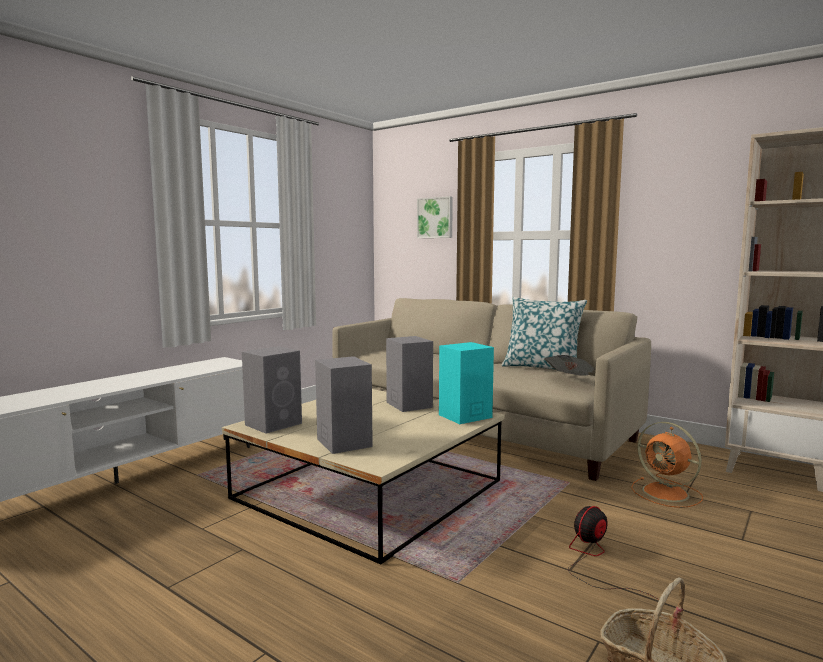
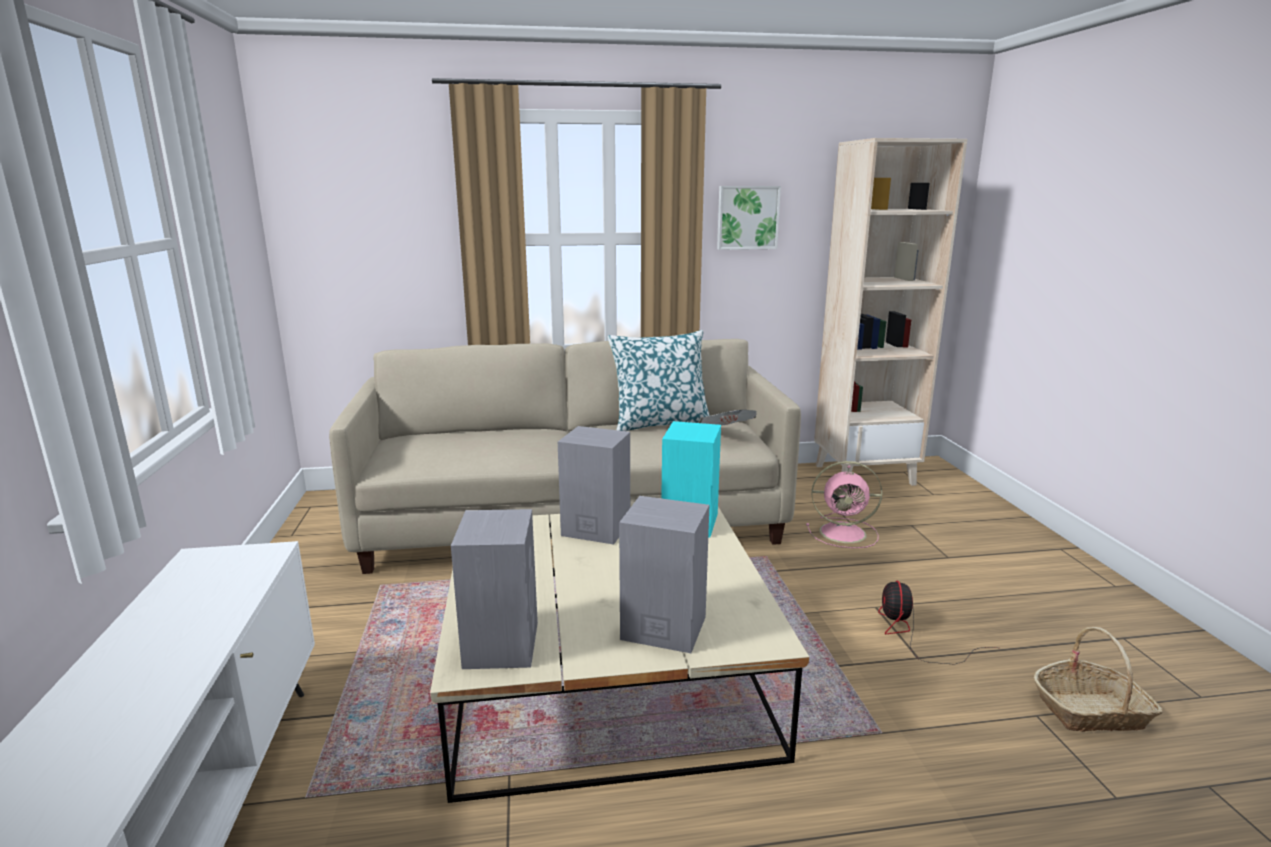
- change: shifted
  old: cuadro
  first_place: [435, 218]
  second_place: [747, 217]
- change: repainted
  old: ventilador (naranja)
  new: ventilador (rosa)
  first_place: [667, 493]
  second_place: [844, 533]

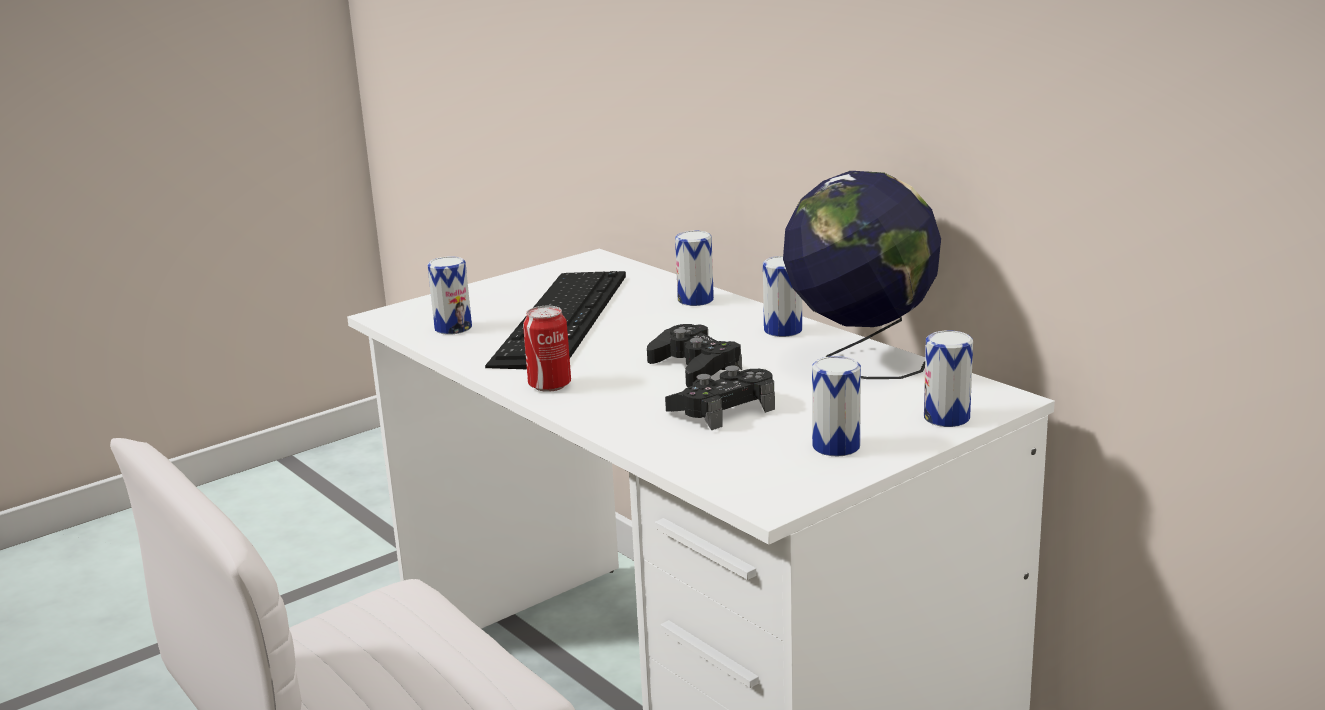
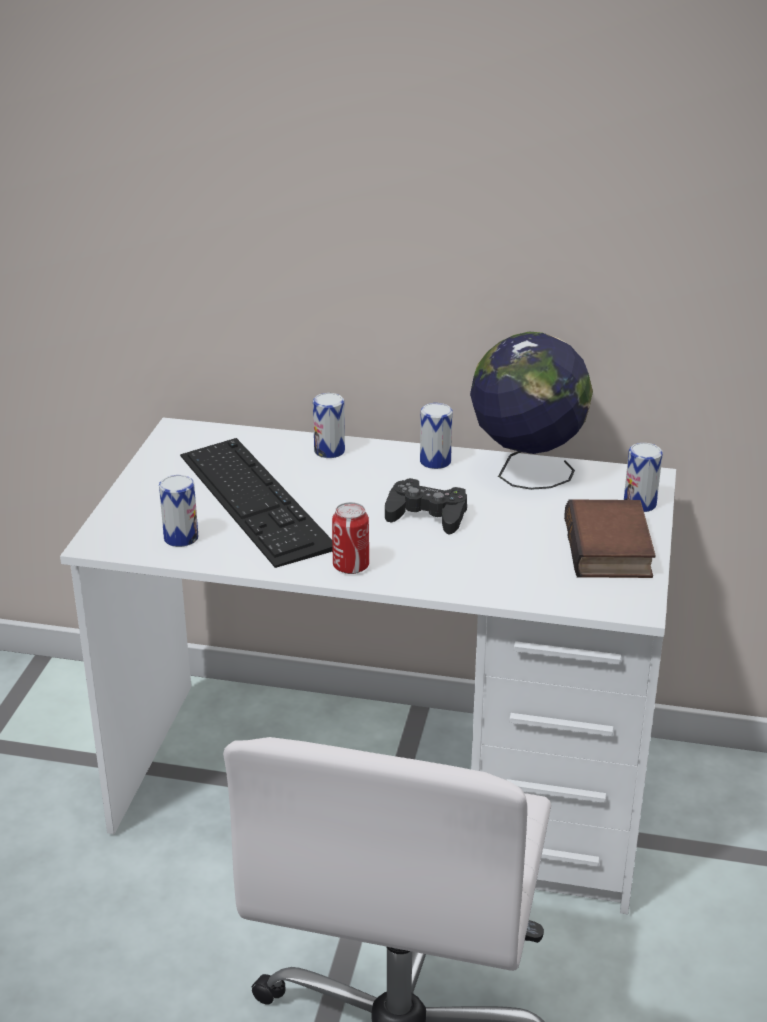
- change: swapped
  old: lata
  new: libro
  first_place: [836, 446]
  second_place: [611, 550]
- change: gone
  old: mando de consola (negro)
  first_place: [723, 410]

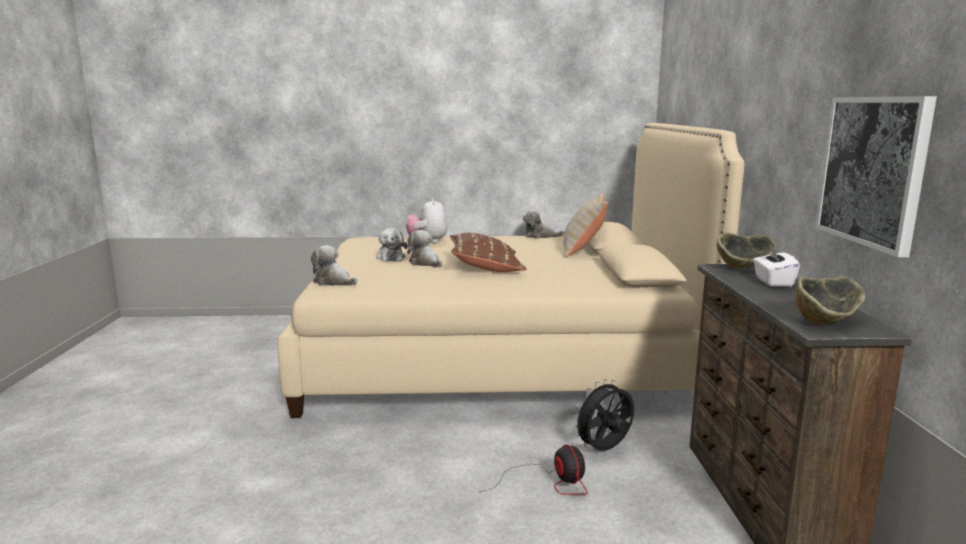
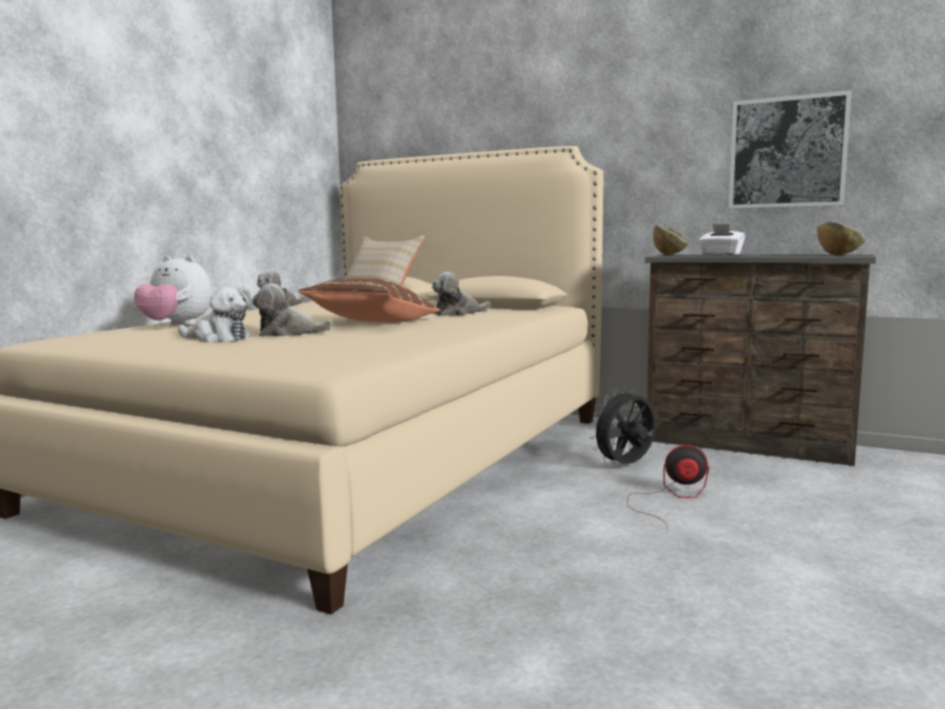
- change: shifted
  old: peluche
  first_place: [334, 282]
  second_place: [458, 313]
- change: rotated
  old: ventilador (negro)
  first_place: [604, 450]
  second_place: [625, 466]
  degrees: 60

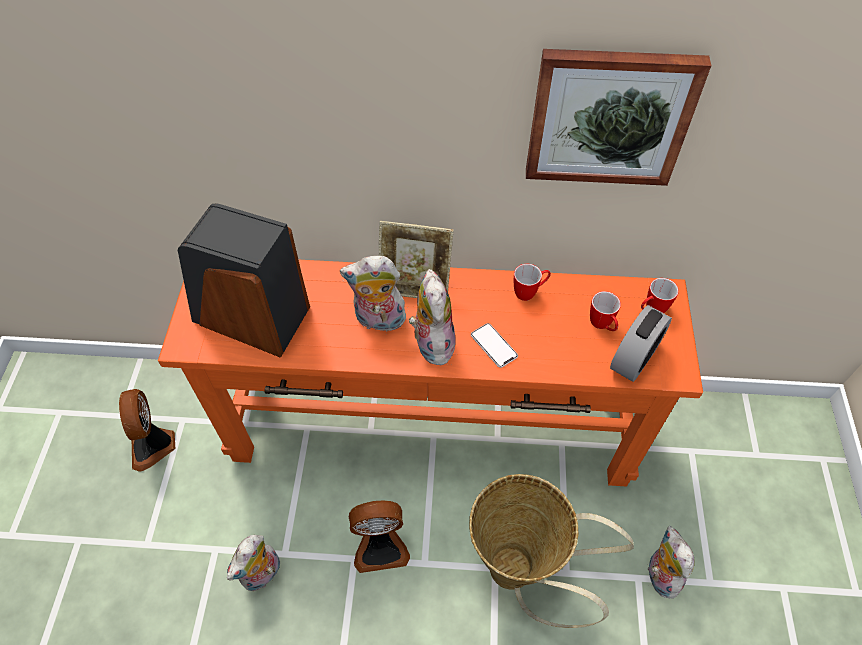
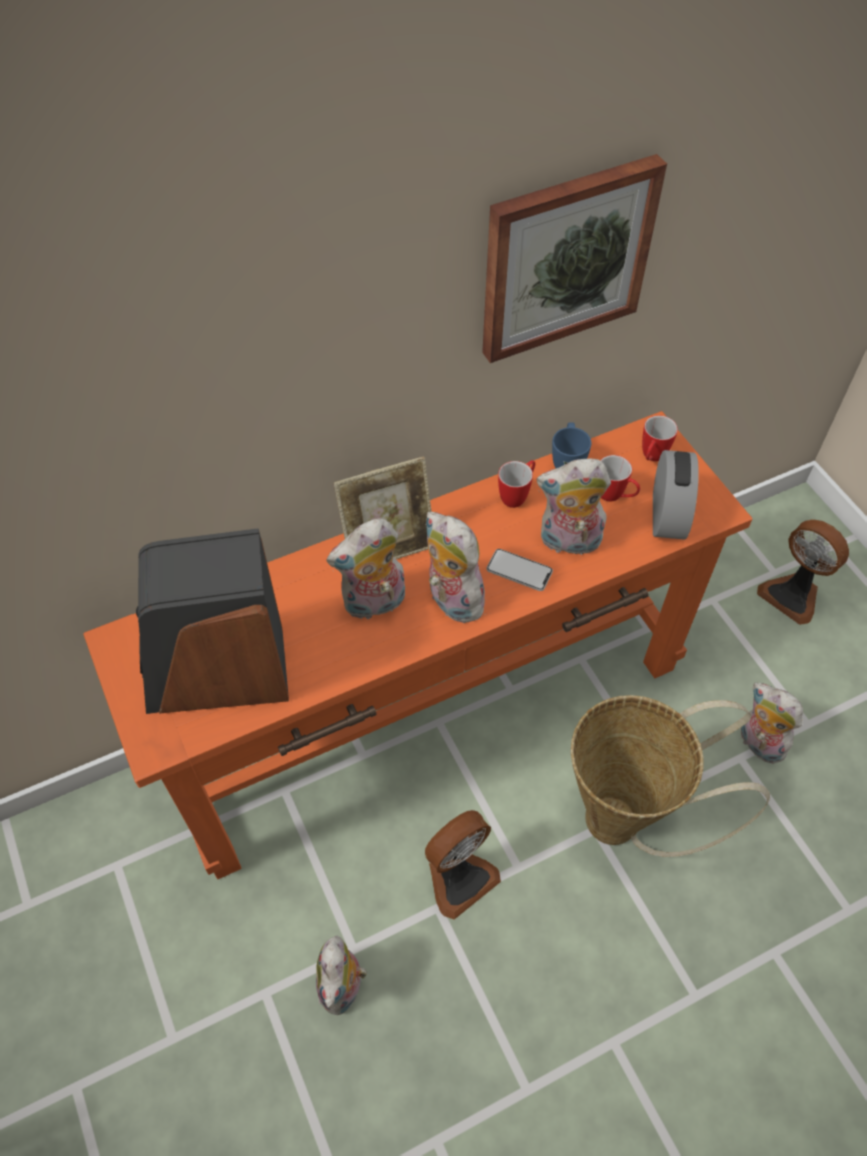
- change: new
  new: peluche
  second_place: [568, 542]
- change: new
  new: taza grande (azul)
  second_place: [567, 461]
- change: shifted
  old: ventilador
  first_place: [154, 445]
  second_place: [792, 595]

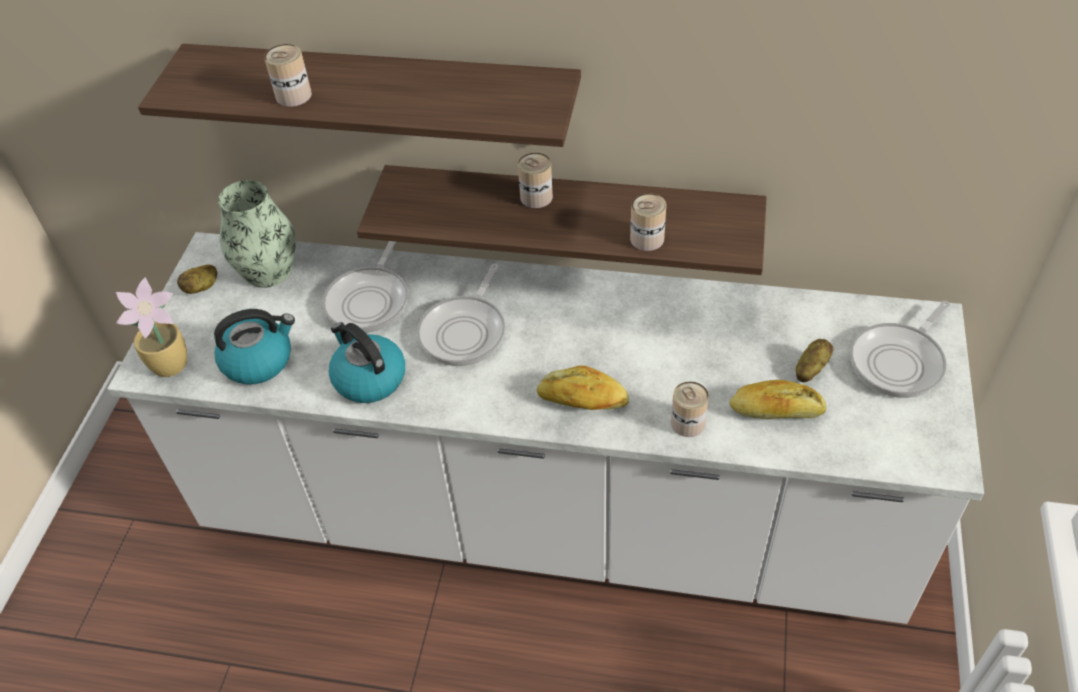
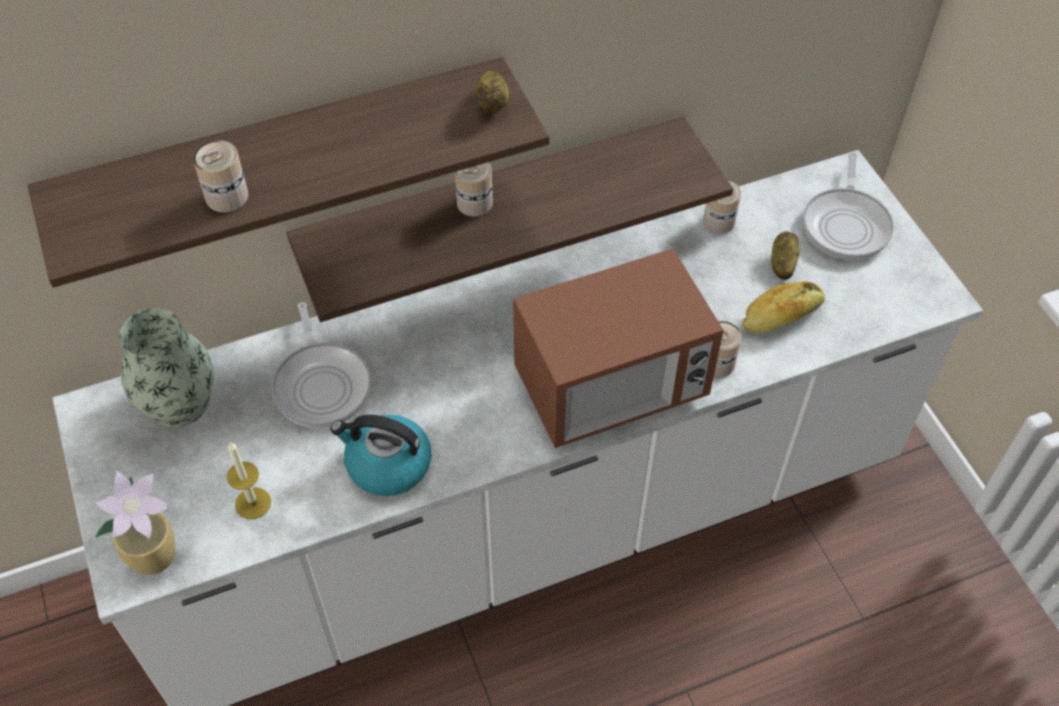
- change: swapped
  old: hervidor
  new: vela
  first_place: [259, 360]
  second_place: [253, 503]
- change: shifted
  old: patata
  first_place: [202, 287]
  second_place: [493, 103]
- change: swapped
  old: pan
  new: microondas
  first_place: [582, 400]
  second_place: [611, 386]
- change: shifted
  old: lata
  first_place: [647, 239]
  second_place: [719, 221]
- change: gone
  old: sartén
  first_place: [465, 331]

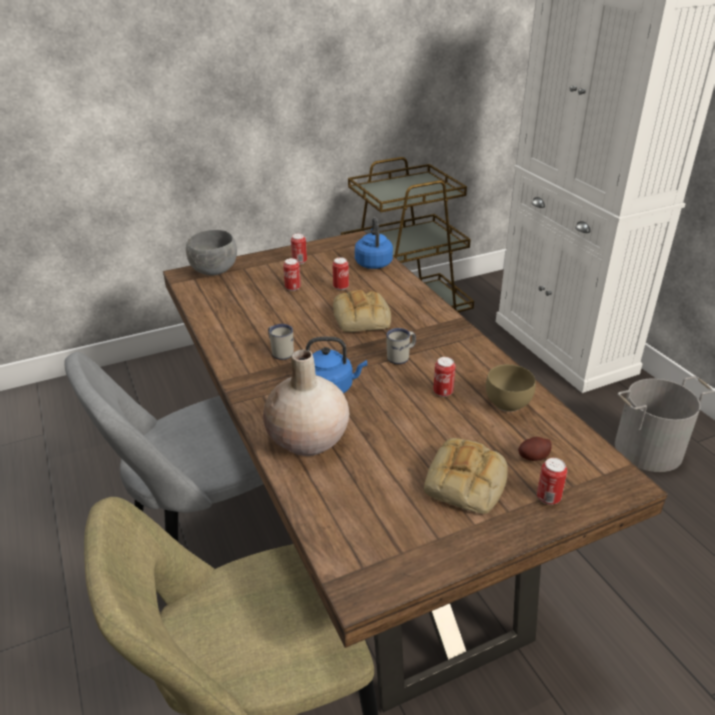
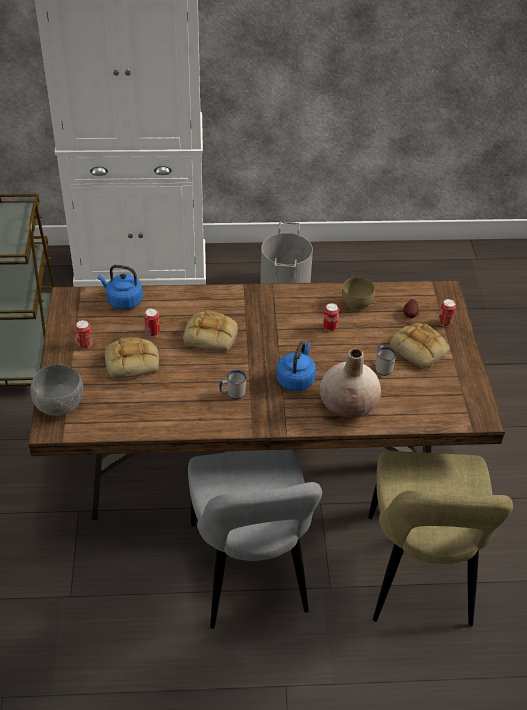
- change: swapped
  old: lata
  new: pan
  first_place: [293, 288]
  second_place: [133, 361]
- change: shifted
  old: taza grande (blanco)
  first_place: [401, 357]
  second_place: [383, 367]

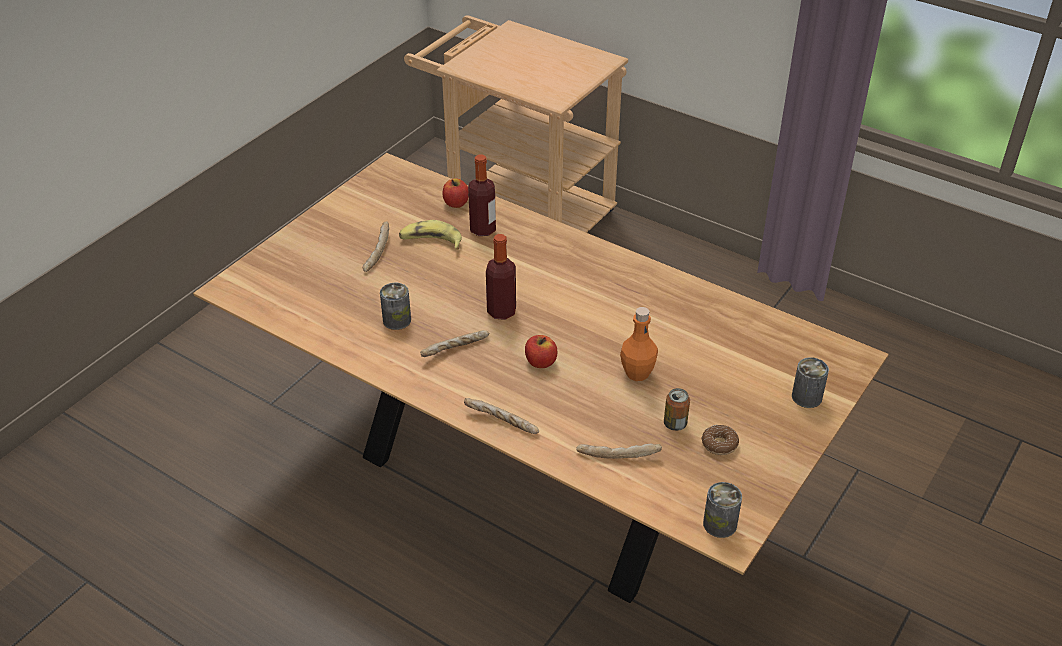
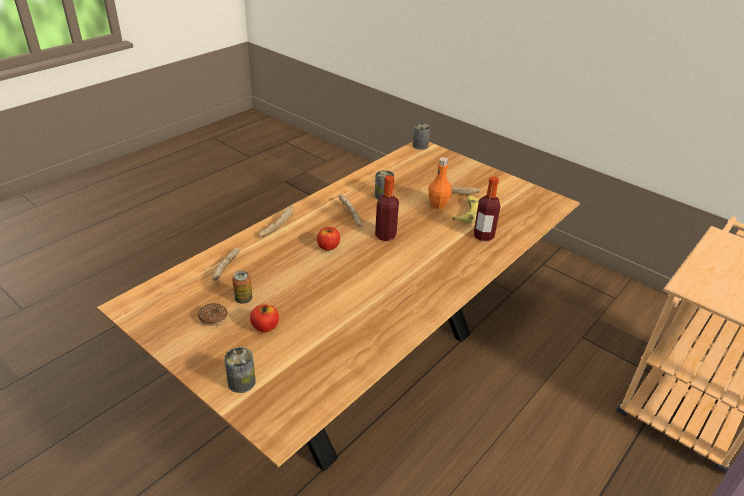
- change: shifted
  old: manzana
  first_place: [456, 203]
  second_place: [265, 327]
- change: shifted
  old: lata
  first_place: [720, 524]
  second_place: [420, 146]
- change: shifted
  old: botella (naranja)
  first_place: [637, 373]
  second_place: [438, 205]

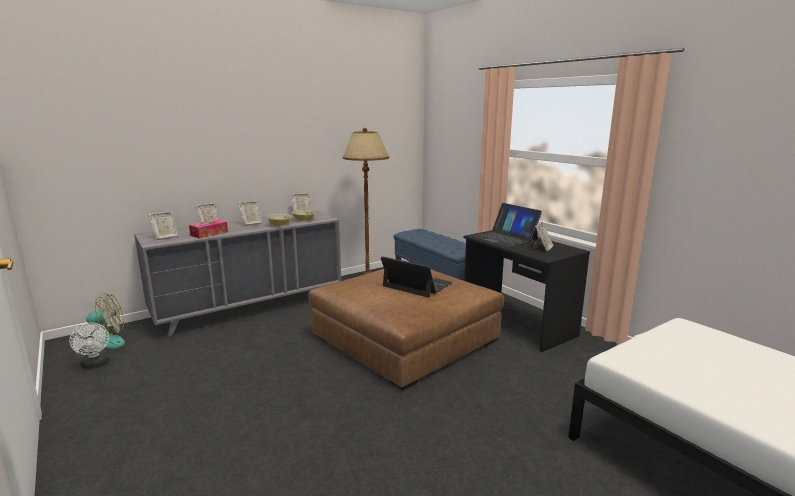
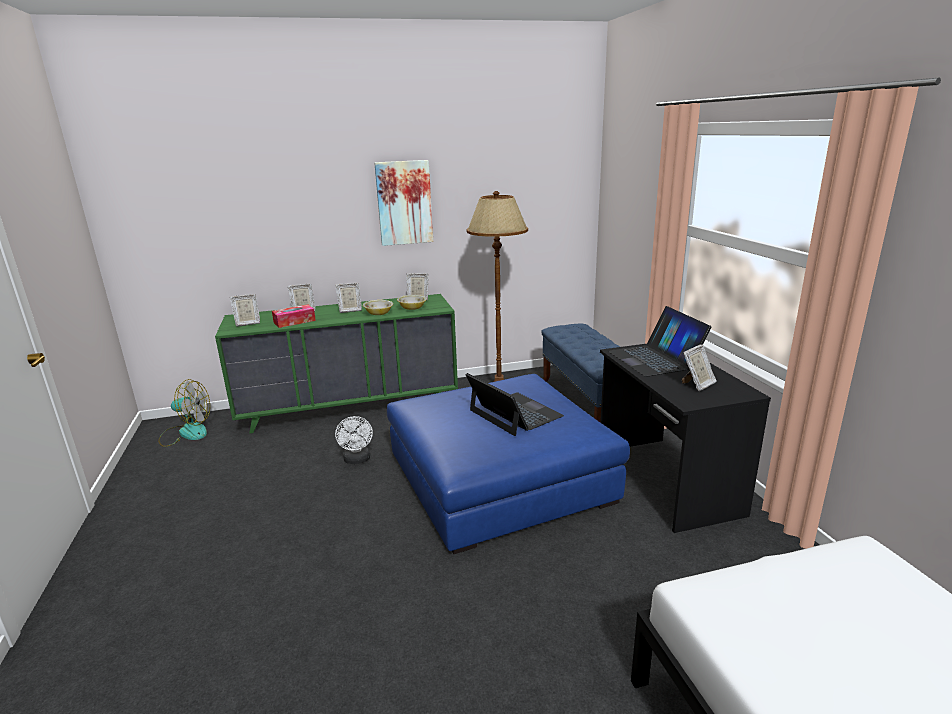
- change: repainted
  old: cómoda (gris)
  new: cómoda (verde)
  first_place: [251, 307]
  second_place: [350, 407]
- change: shifted
  old: ventilador (blanco)
  first_place: [95, 364]
  second_place: [357, 460]
- change: new
  new: cuadro
  second_place: [404, 203]
- change: repainted
  old: puf (marrón)
  new: puf (azul)
  first_place: [405, 338]
  second_place: [499, 479]

